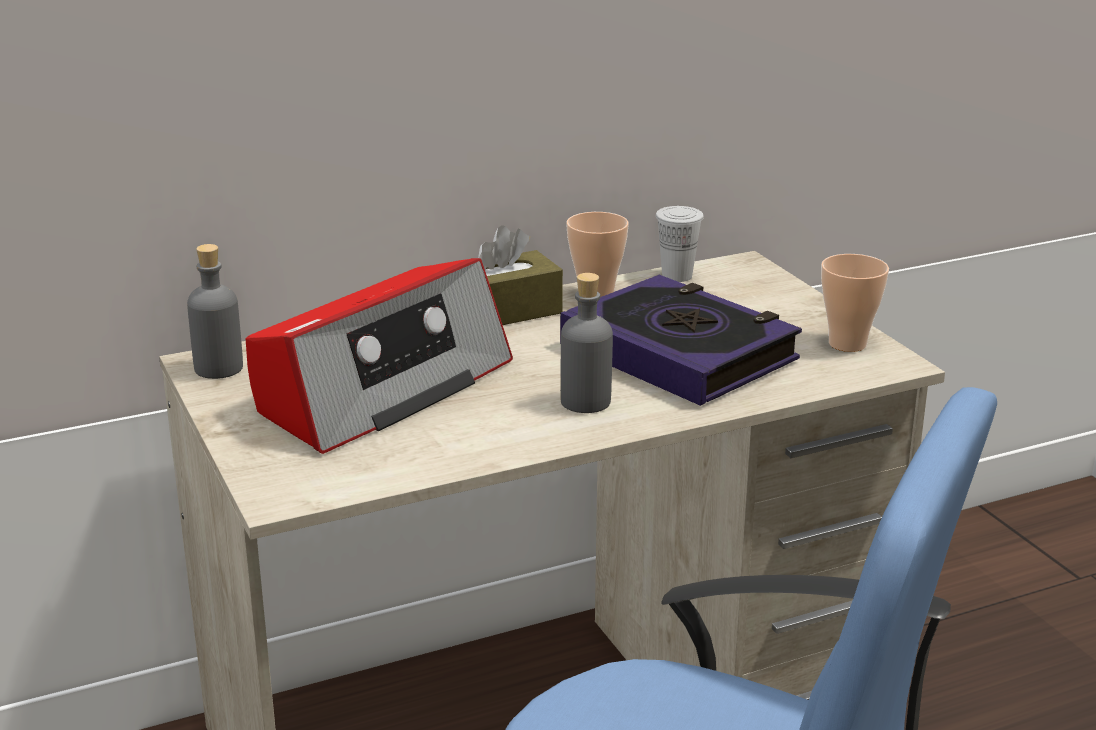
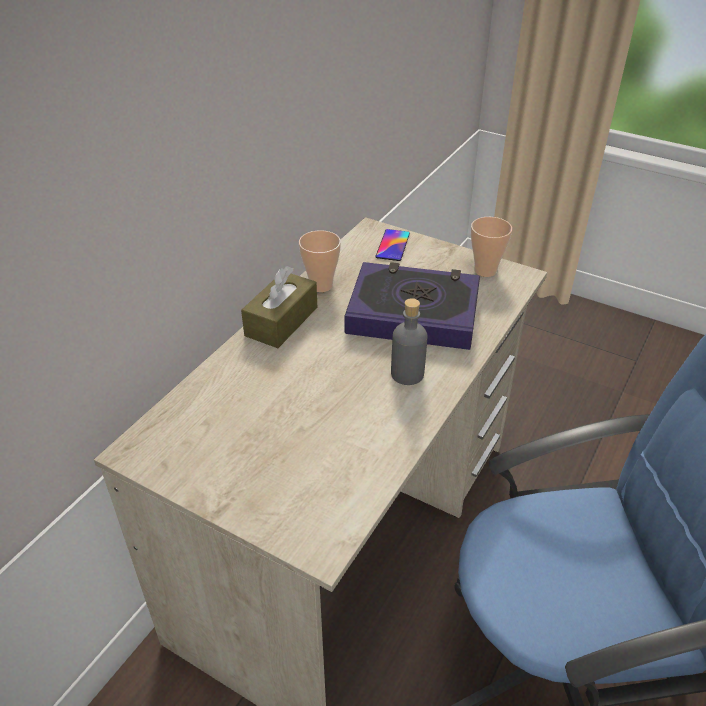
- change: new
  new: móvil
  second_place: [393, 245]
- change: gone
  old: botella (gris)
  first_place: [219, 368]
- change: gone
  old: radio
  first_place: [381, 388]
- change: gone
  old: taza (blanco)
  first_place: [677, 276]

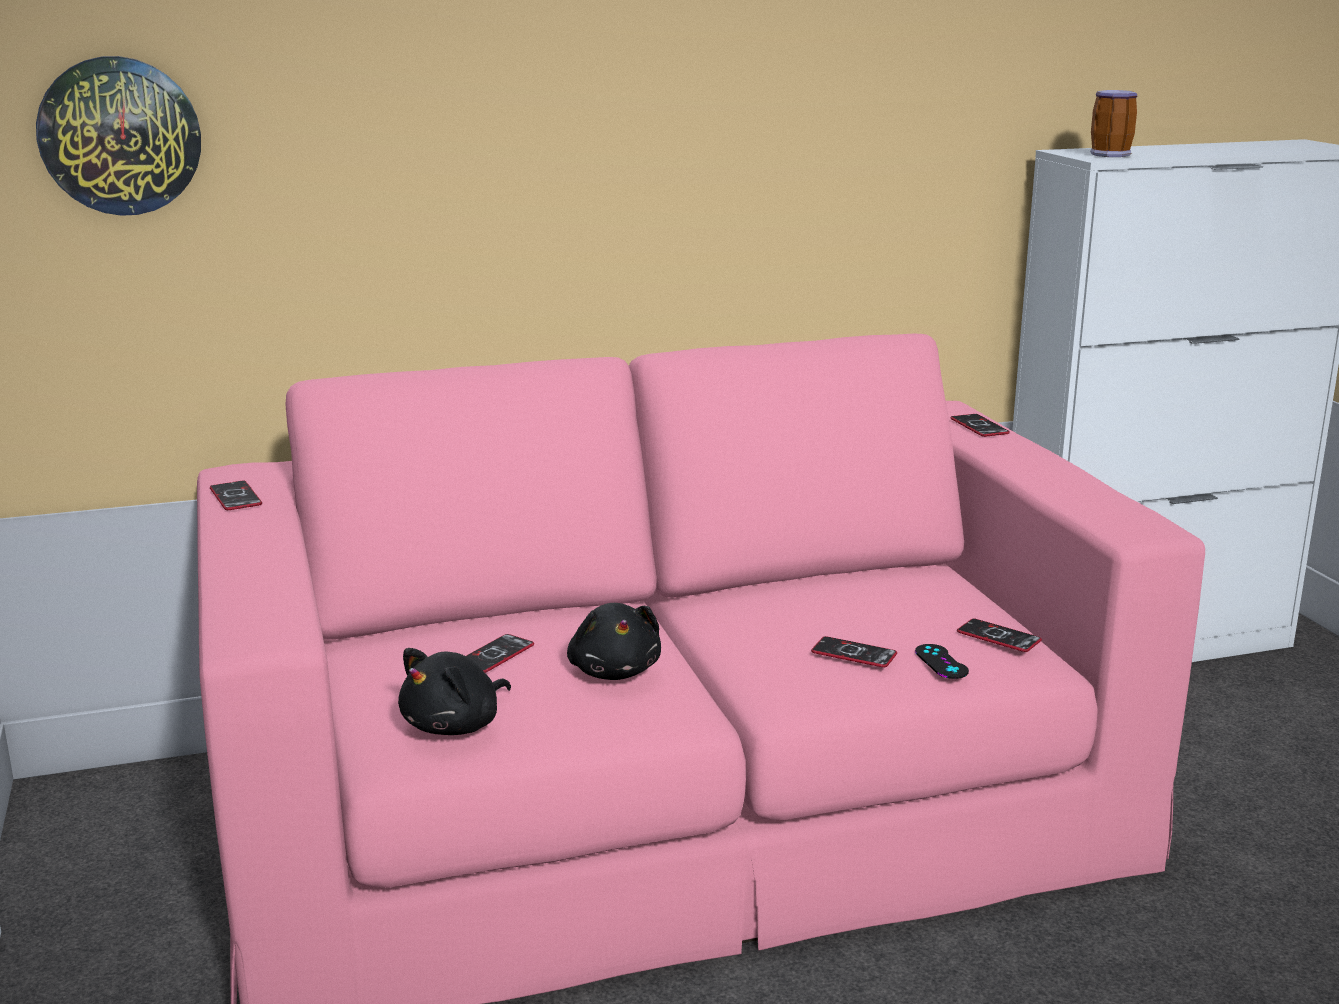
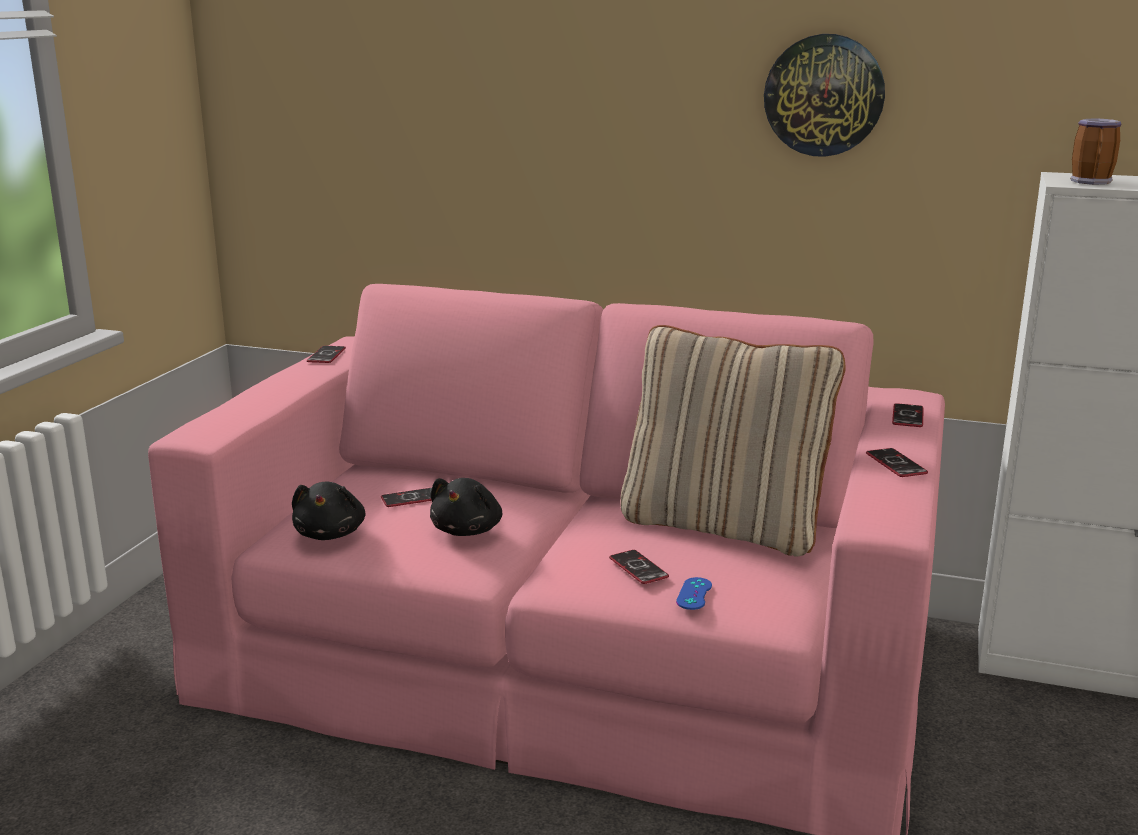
- change: rotated
  old: peluche (negro)
  first_place: [455, 725]
  second_place: [330, 533]
  degrees: -75
- change: new
  new: cojín (beis)
  second_place: [724, 526]
- change: repainted
  old: mando de consola (negro)
  new: mando de consola (azul)
  first_place: [941, 662]
  second_place: [694, 594]
- change: shifted
  old: reloj de pared
  first_place: [120, 136]
  second_place: [824, 95]
- change: shifted
  old: móvil
  first_place: [998, 637]
  second_place: [896, 464]

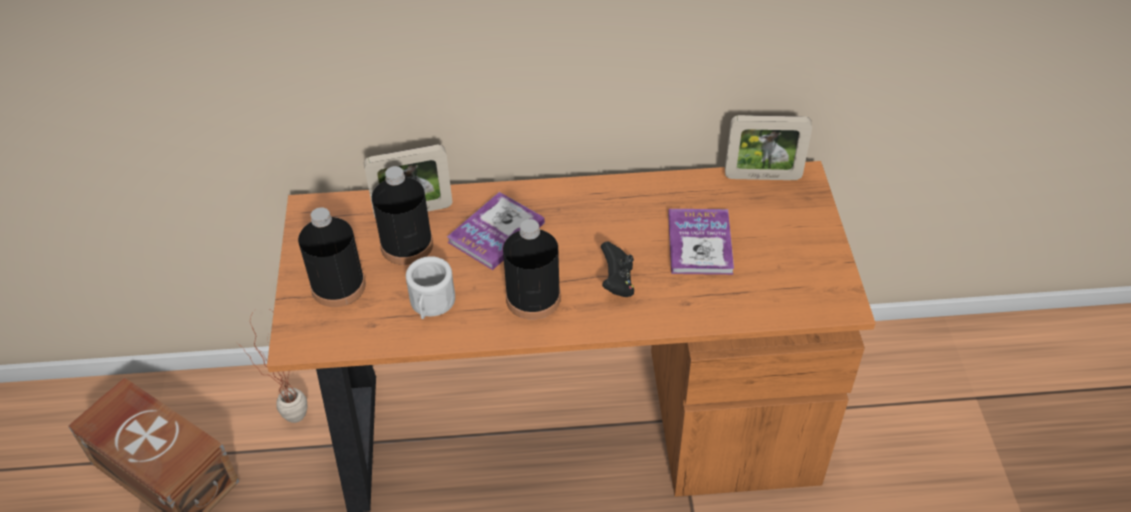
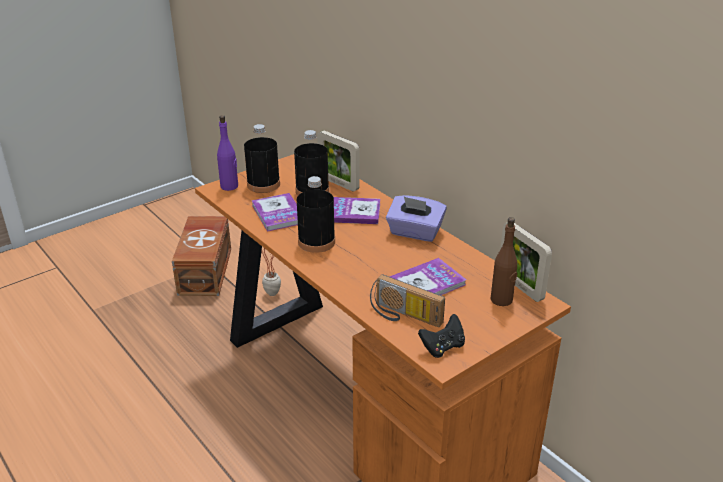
- change: new
  new: botella (morado)
  second_place: [229, 186]
- change: swapped
  old: taza grande (blanco)
  new: libro
  first_place: [431, 304]
  second_place: [278, 214]
- change: new
  new: radio
  second_place: [403, 316]
- change: new
  new: caja de pañuelos (morado)
  second_place: [415, 232]
- change: shifted
  old: mando de consola (negro)
  first_place: [617, 282]
  second_place: [442, 347]
- change: new
  new: botella (marrón)
  second_place: [501, 300]

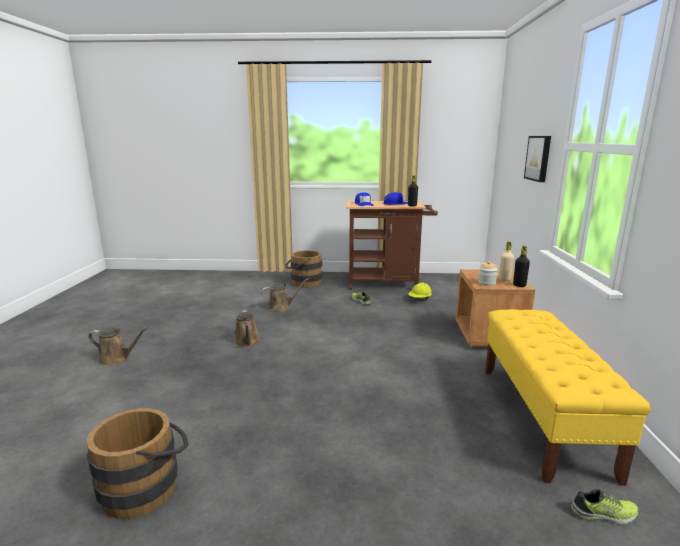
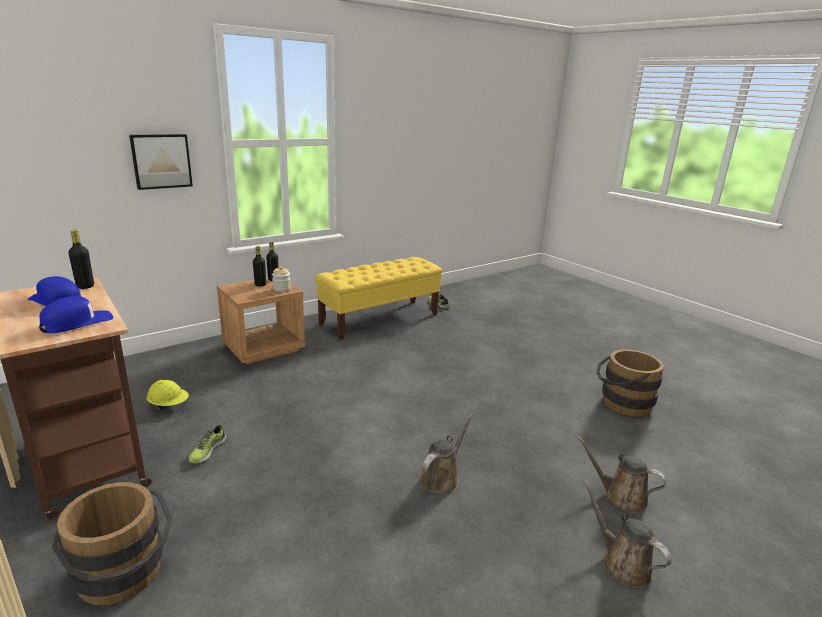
- change: repainted
  old: botella (beis)
  new: botella (negro)
  first_place: [504, 279]
  second_place: [260, 284]
- change: shifted
  old: regadera (marrón)
  first_place: [281, 307]
  second_place: [620, 497]

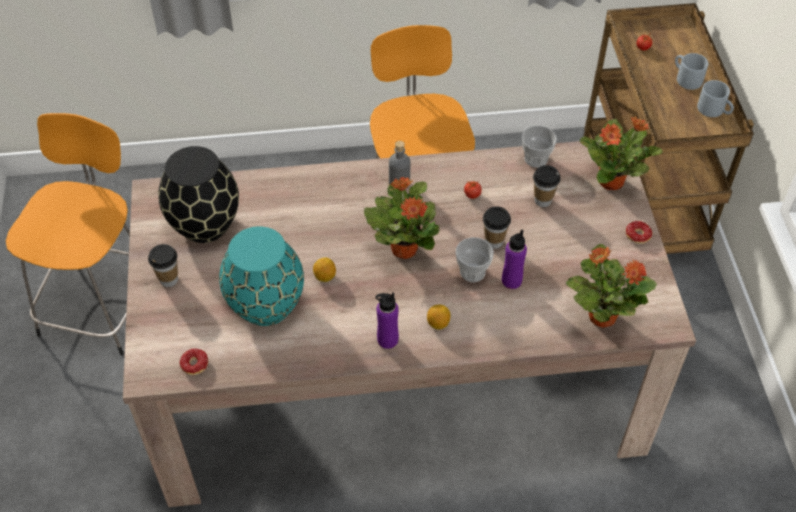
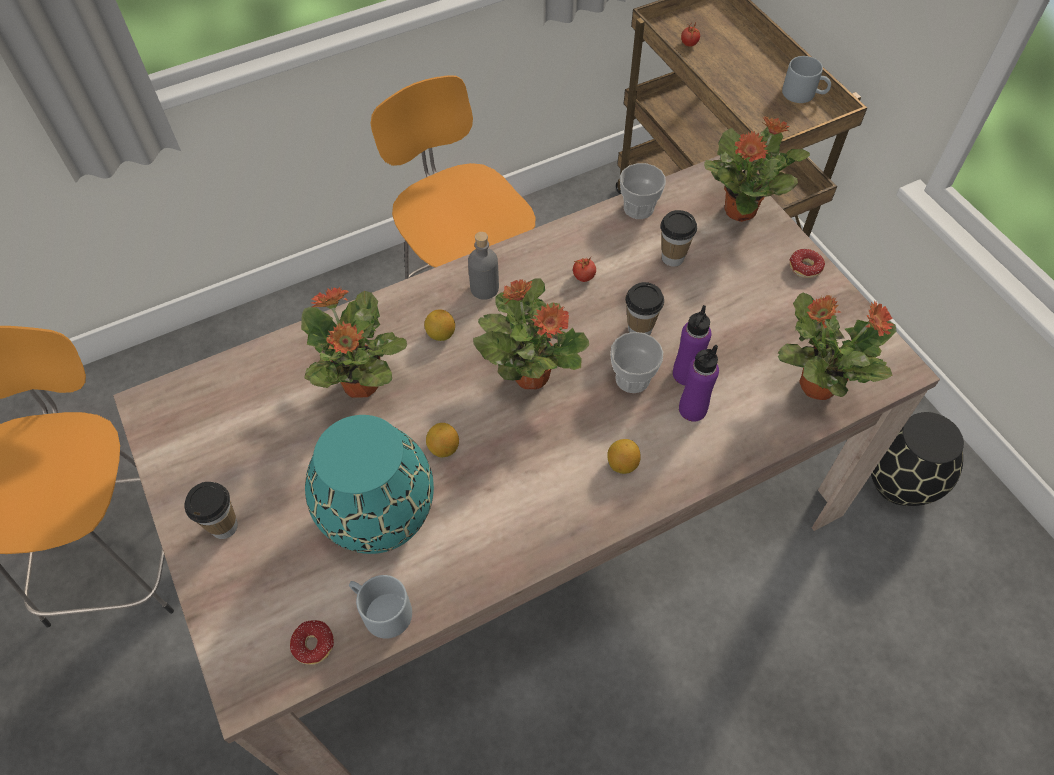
- change: new
  new: planta en maceta
  second_place: [361, 385]
- change: shifted
  old: taza grande (gris)
  first_place: [685, 78]
  second_place: [380, 611]
- change: new
  new: limón
  second_place: [441, 334]
- change: shifted
  old: botella (morado)
  first_place: [387, 339]
  second_place: [692, 409]
- change: shifted
  old: florero (negro)
  first_place: [204, 225]
  second_place: [899, 484]

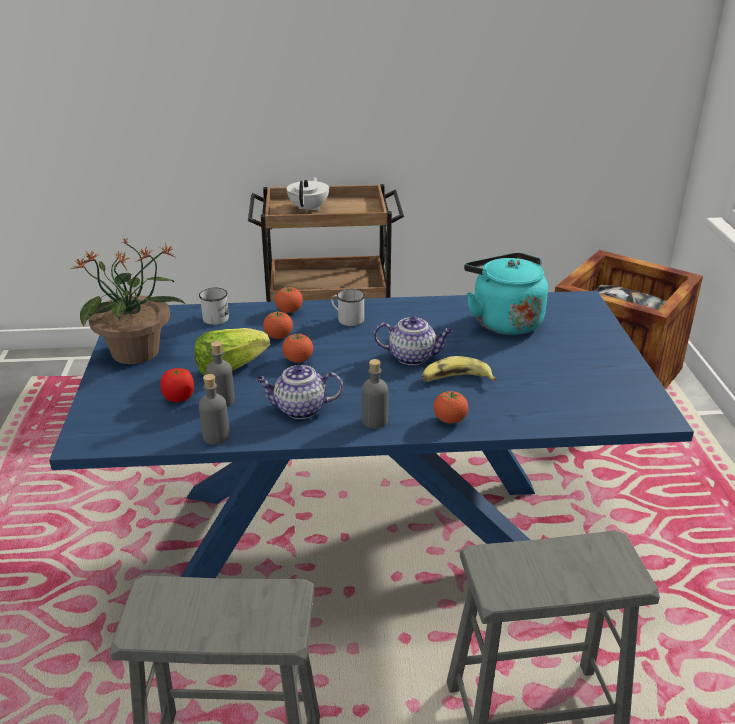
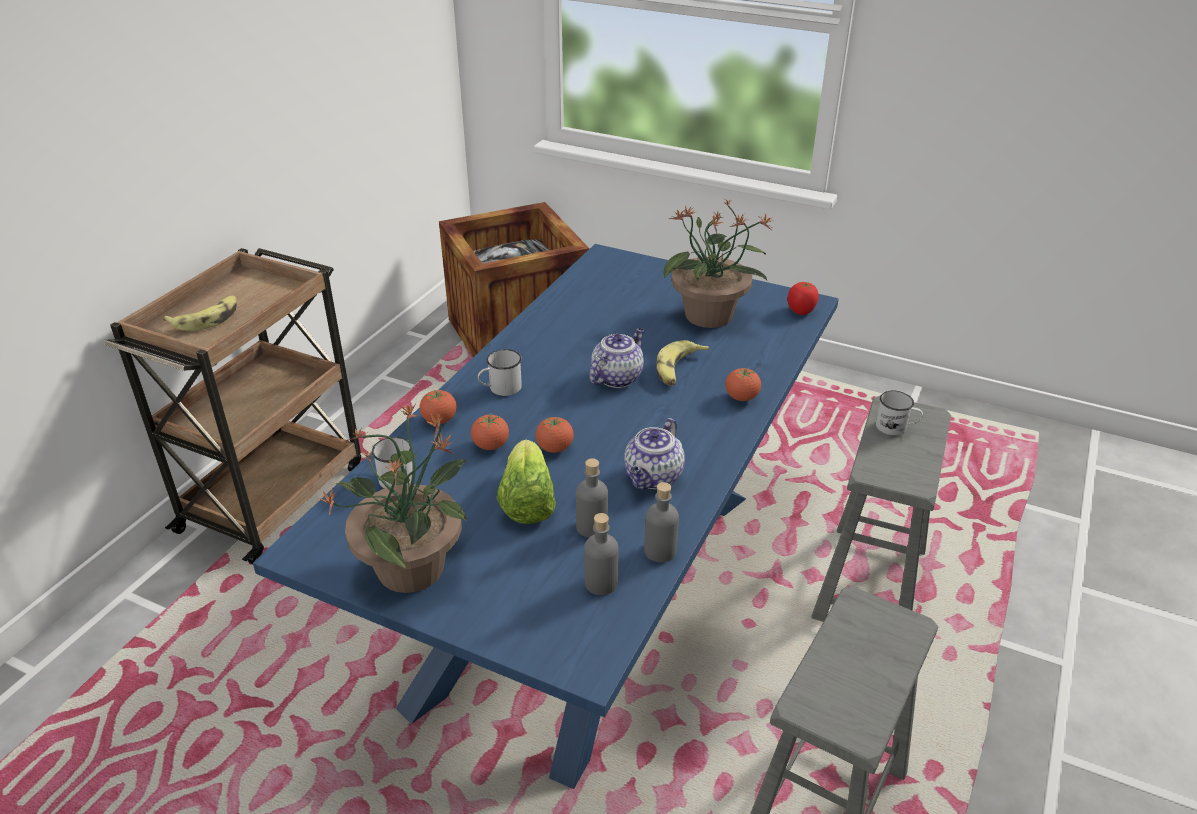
- change: swapped
  old: tetera (blanco)
  new: plátano
  first_place: [309, 209]
  second_place: [207, 319]
- change: shifted
  old: botella (gris)
  first_place: [374, 421]
  second_place: [601, 583]
- change: new
  new: planta en maceta
  second_place: [710, 316]
- change: shifted
  old: tomate
  first_place: [179, 398]
  second_place: [801, 311]
- change: new
  new: taza grande (blanco)
  second_place: [896, 427]
- change: gone
  old: hervidor (turquesa)
  first_place: [503, 321]

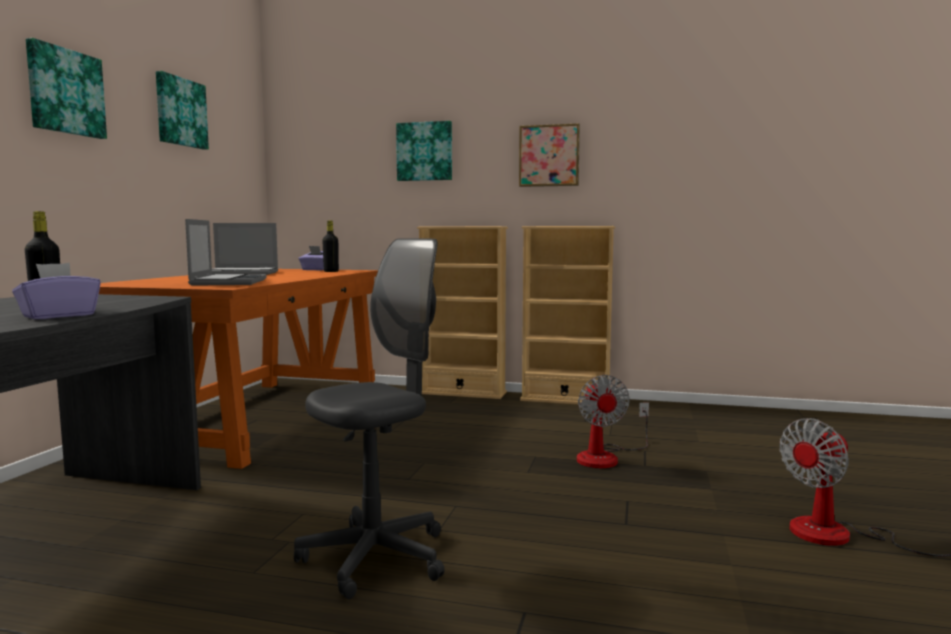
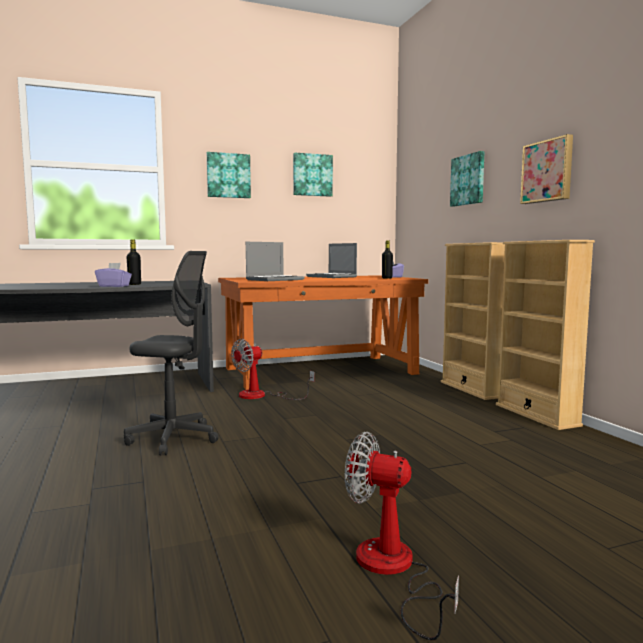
- change: shifted
  old: ventilador
  first_place: [606, 457]
  second_place: [262, 396]

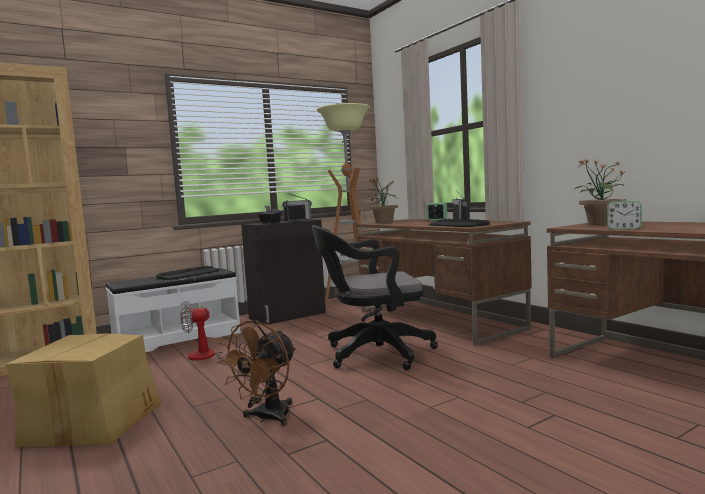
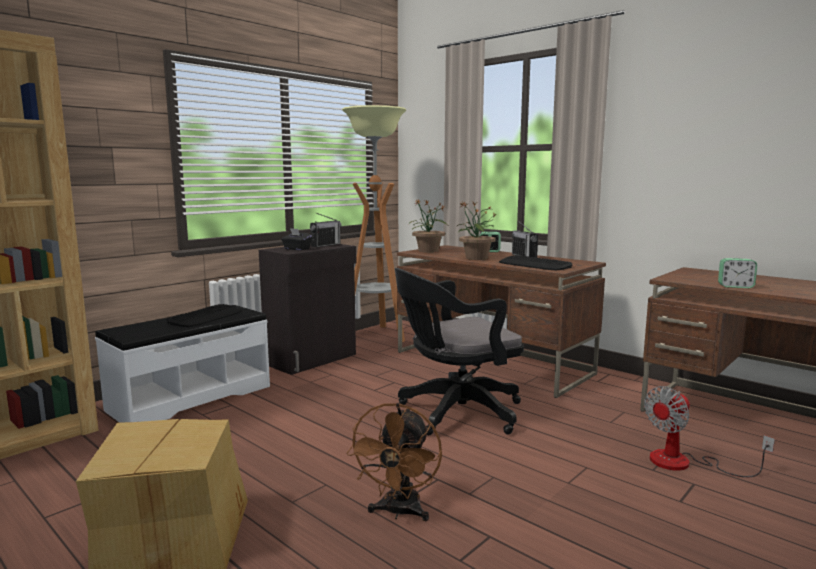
- change: shifted
  old: planta en maceta
  first_place: [601, 224]
  second_place: [476, 258]
- change: shifted
  old: ventilador
  first_place: [208, 357]
  second_place: [685, 463]

